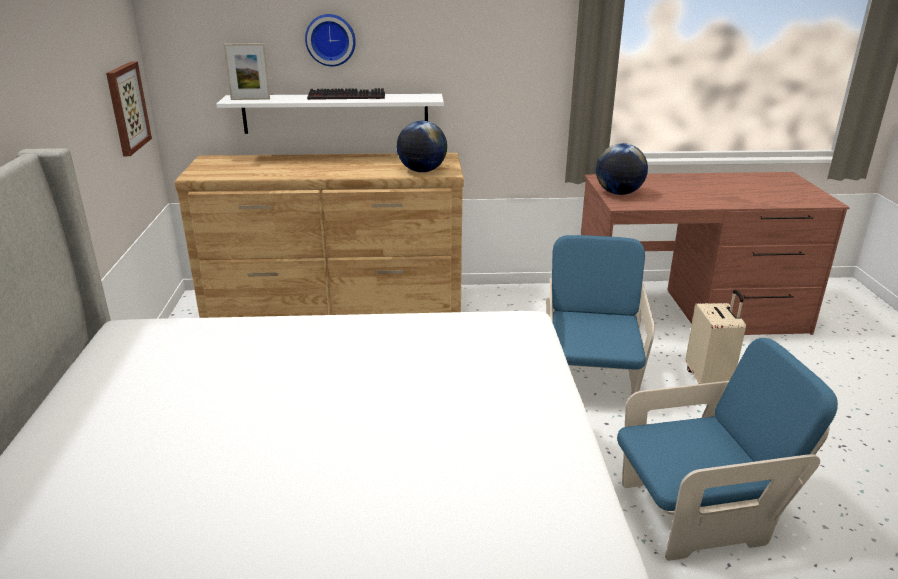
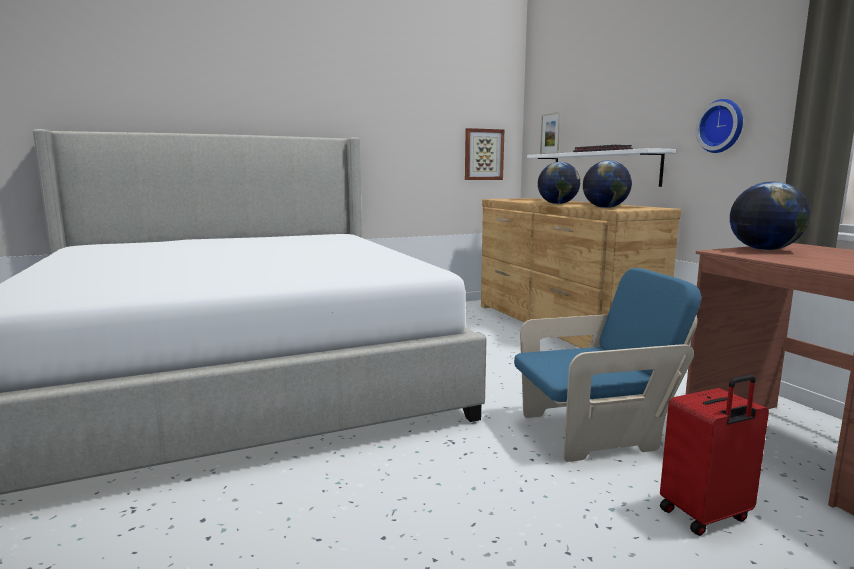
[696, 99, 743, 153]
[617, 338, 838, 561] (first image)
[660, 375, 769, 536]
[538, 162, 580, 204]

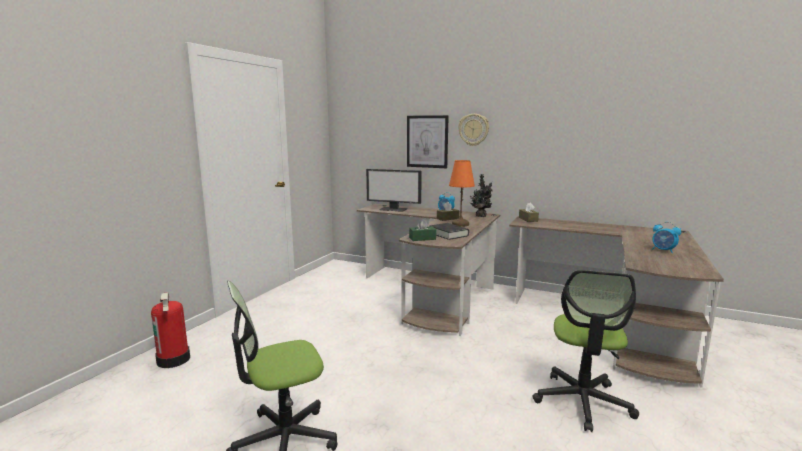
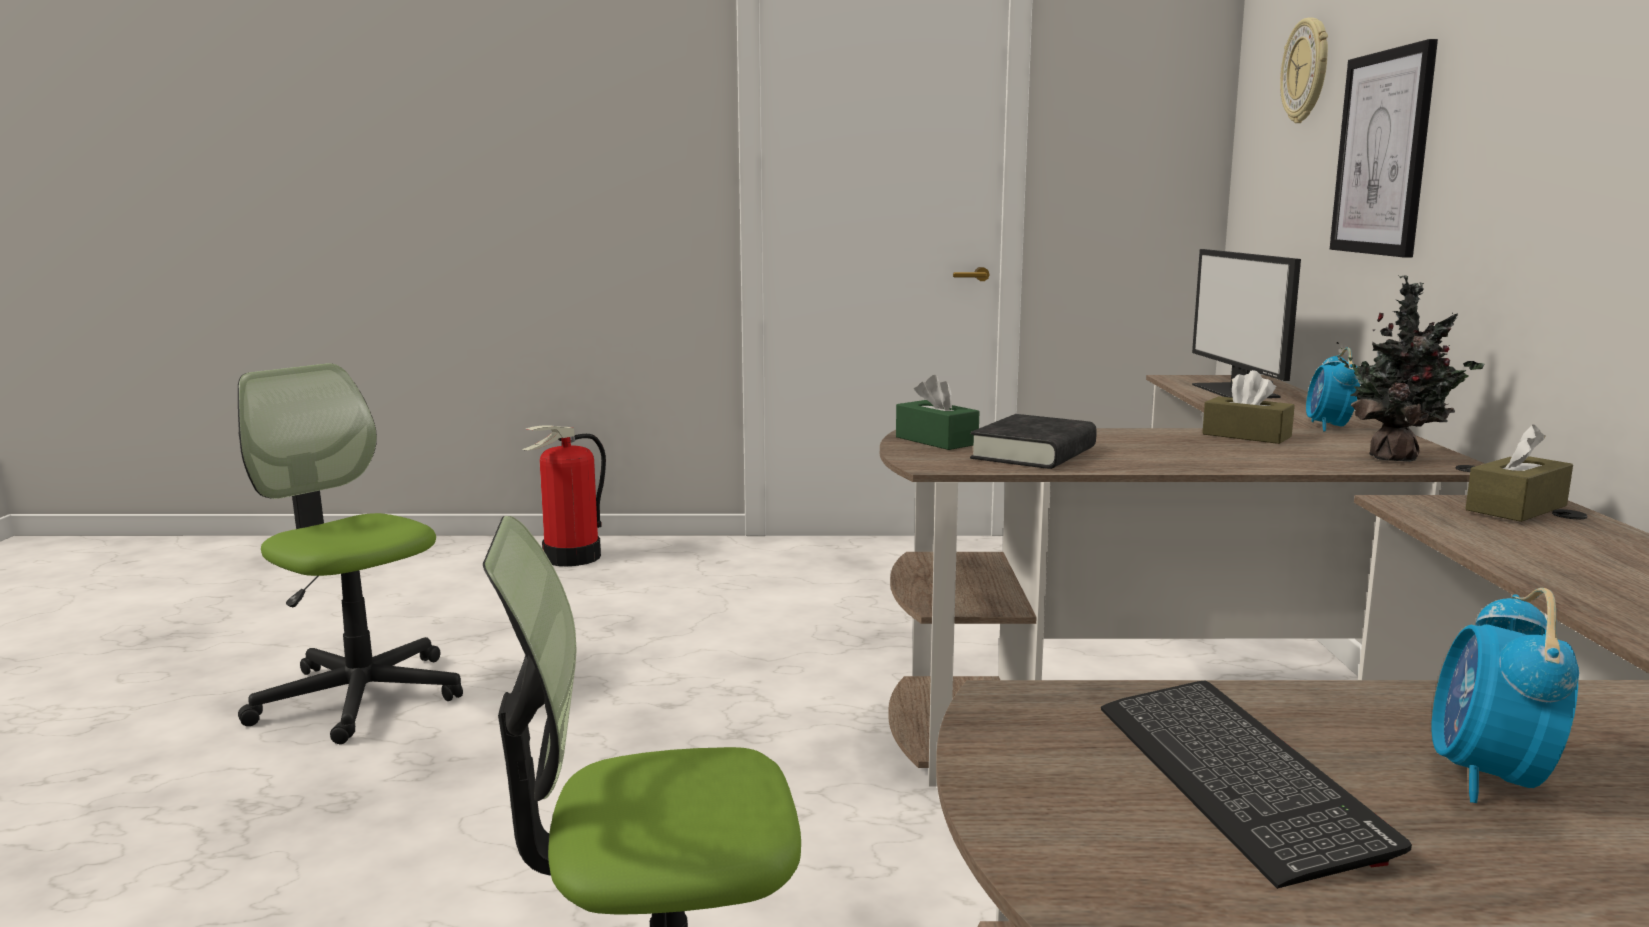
[449, 160, 475, 227] (first image)
[1280, 18, 1328, 123]
[1101, 681, 1412, 889]

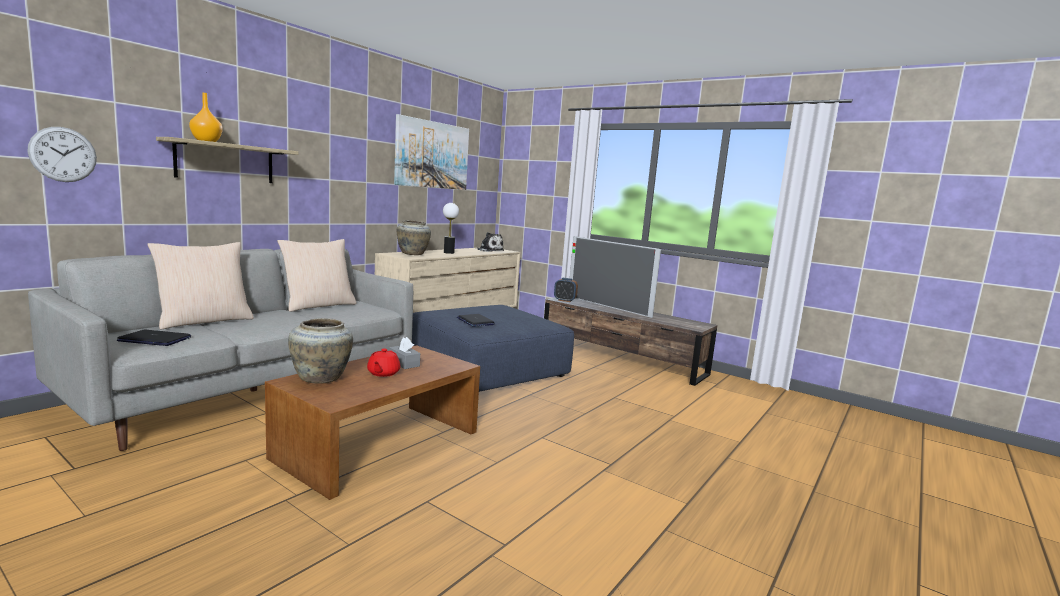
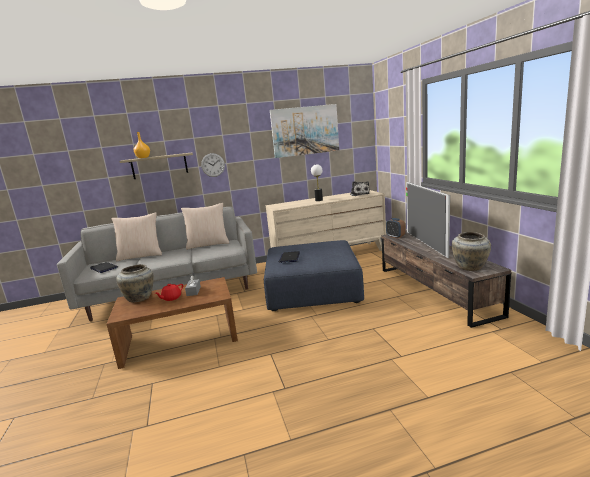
[201, 153, 225, 177]
[452, 232, 491, 271]

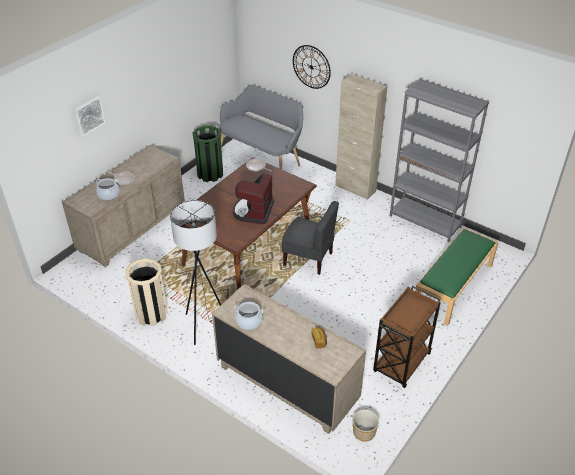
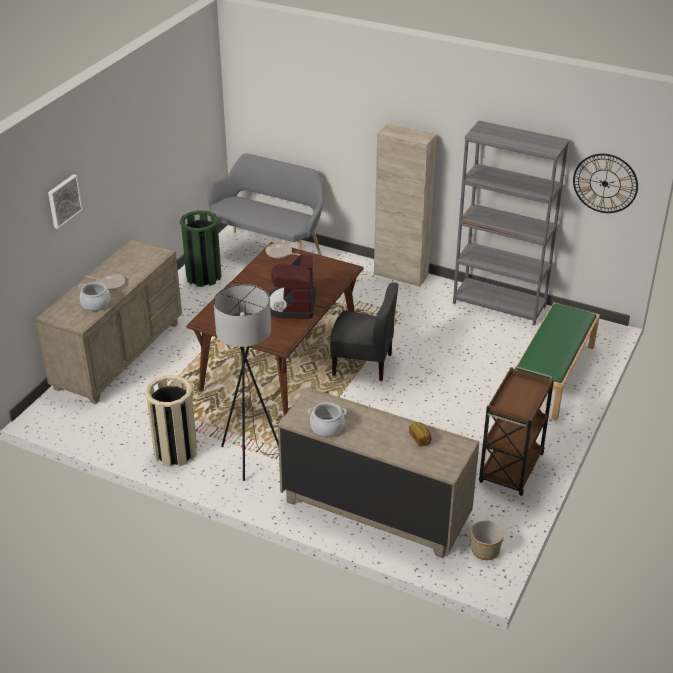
[573, 154, 638, 213]

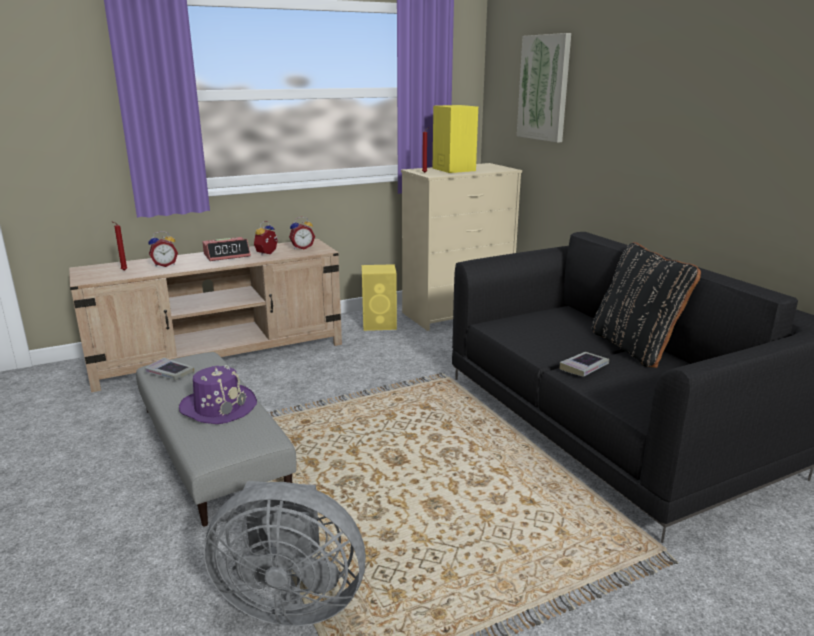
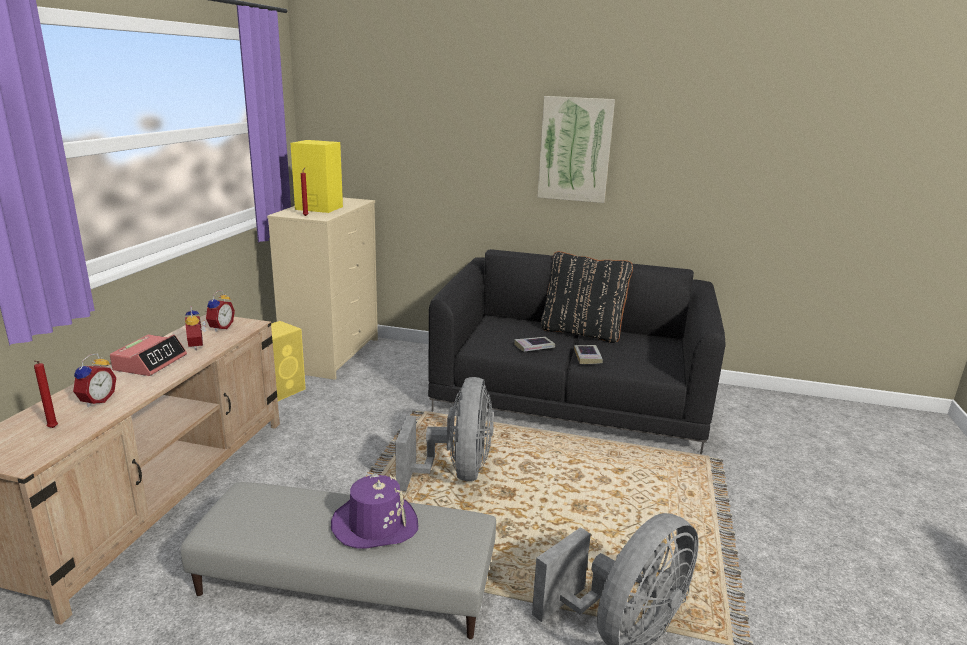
[514, 337, 555, 352]
[537, 96, 615, 203]
[395, 377, 494, 491]

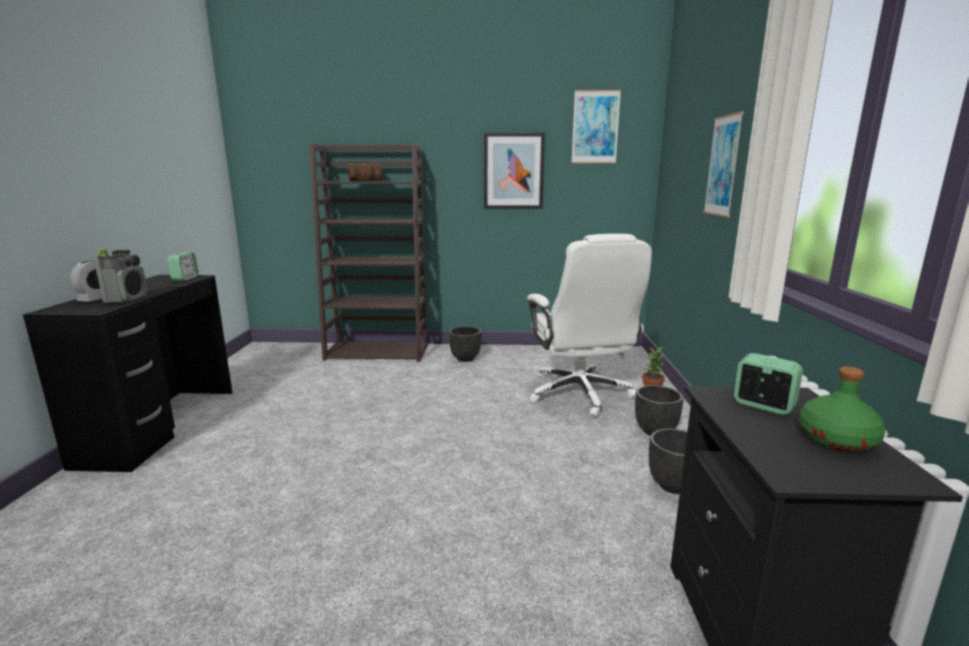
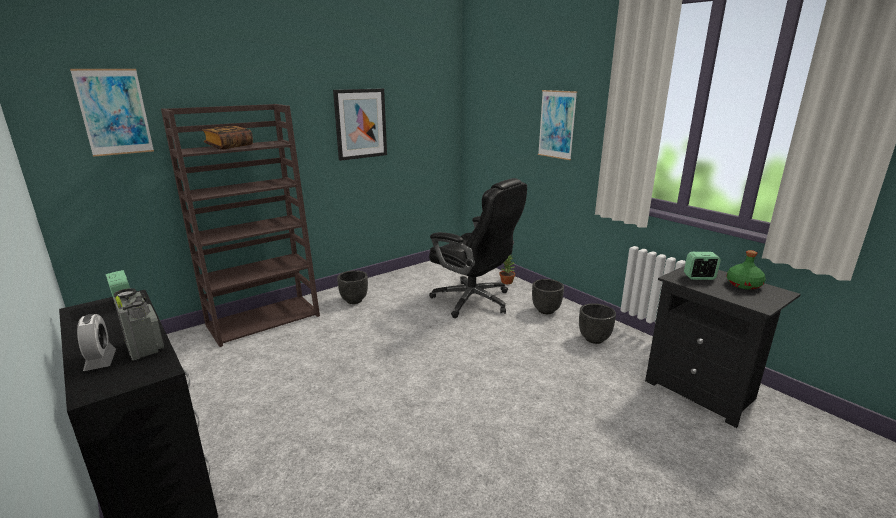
[429, 178, 527, 318]
[70, 69, 154, 157]

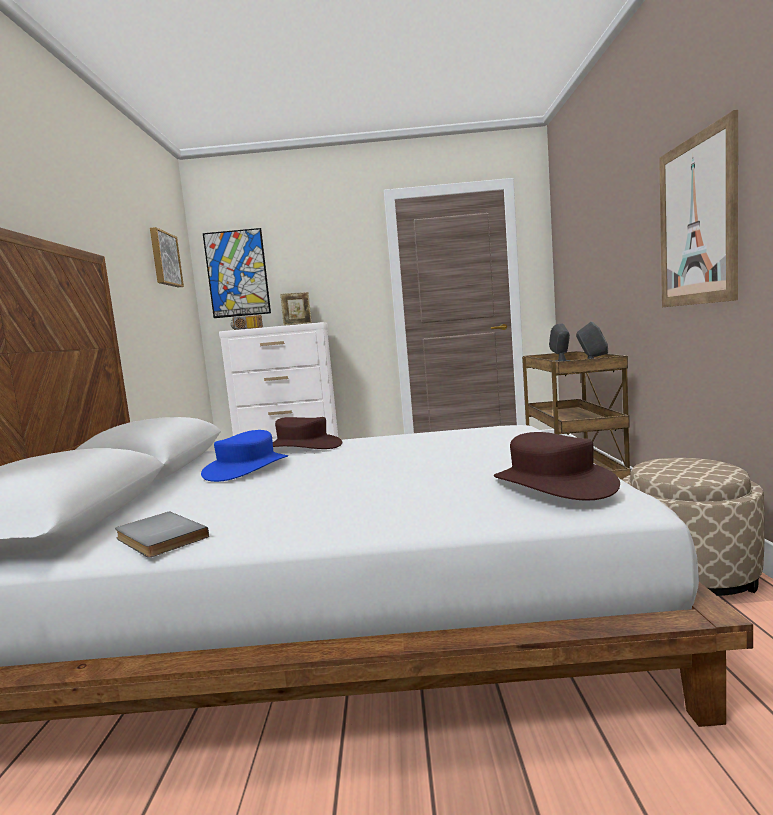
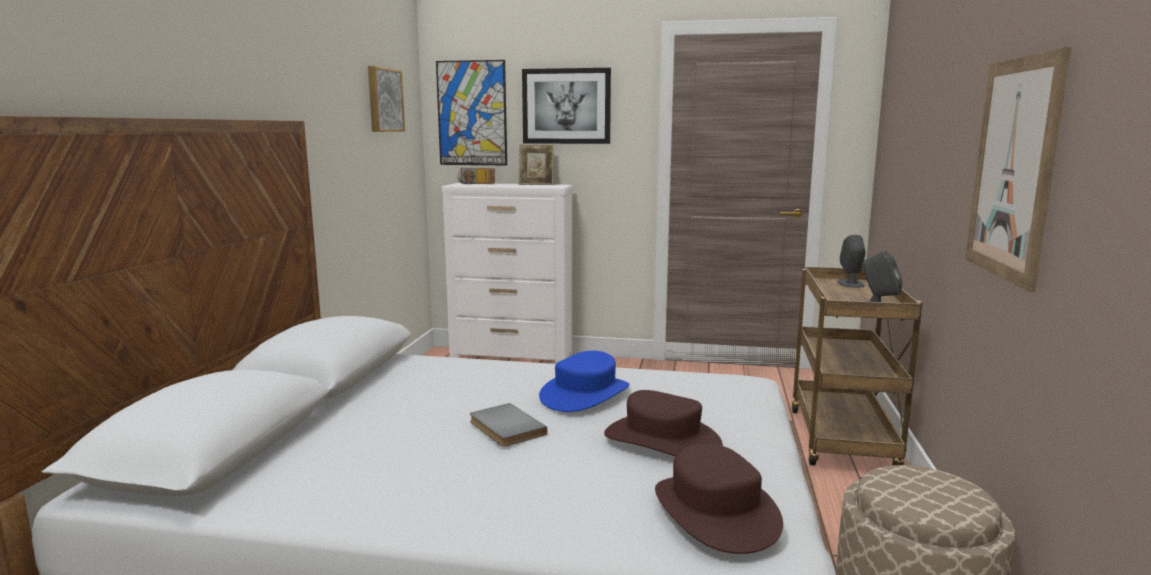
[470, 403, 547, 447]
[539, 351, 629, 412]
[604, 390, 723, 456]
[522, 68, 611, 144]

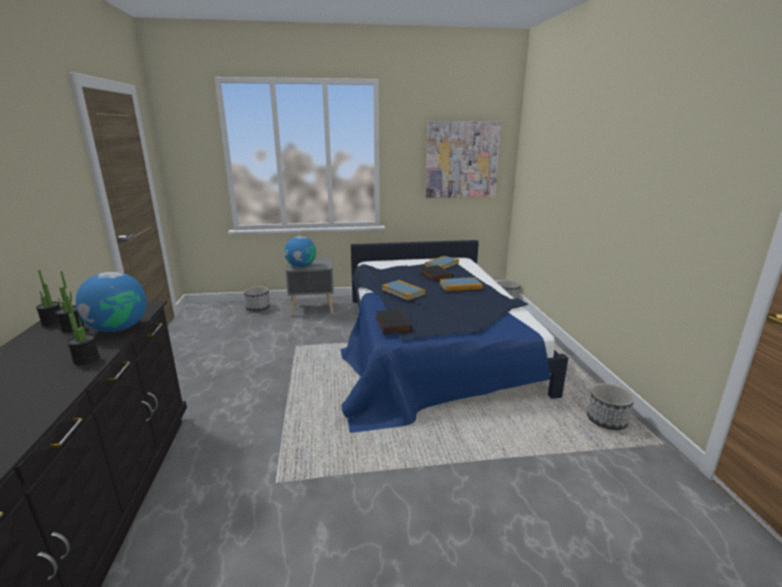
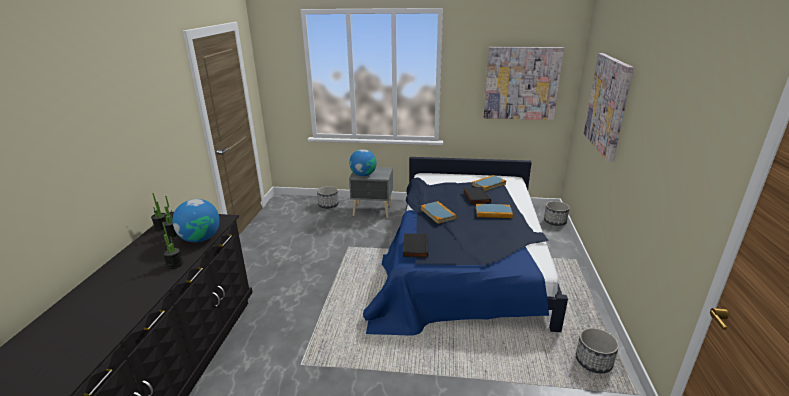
[584, 53, 634, 162]

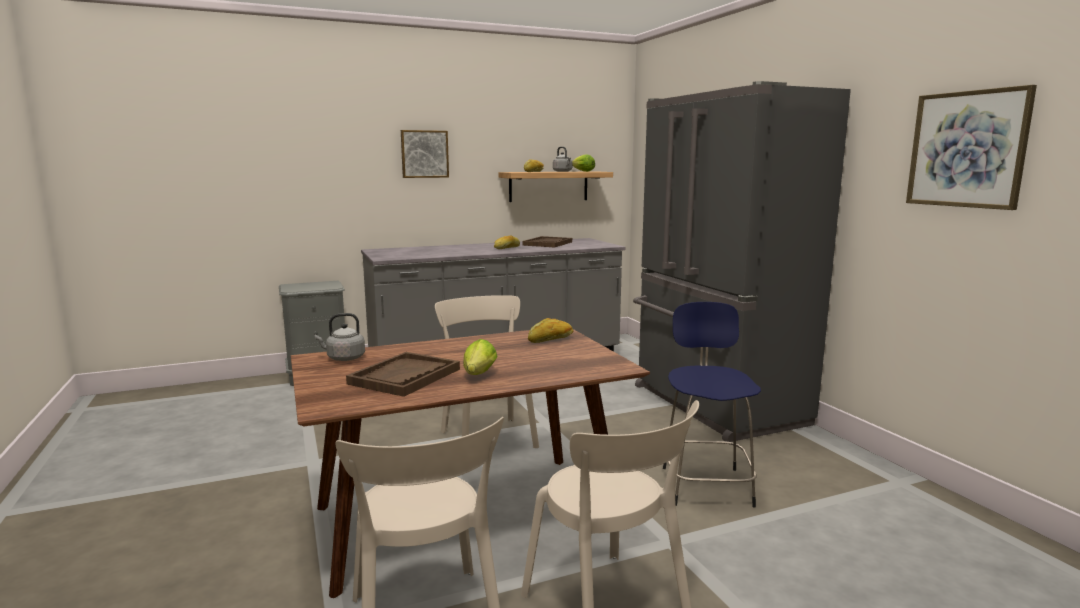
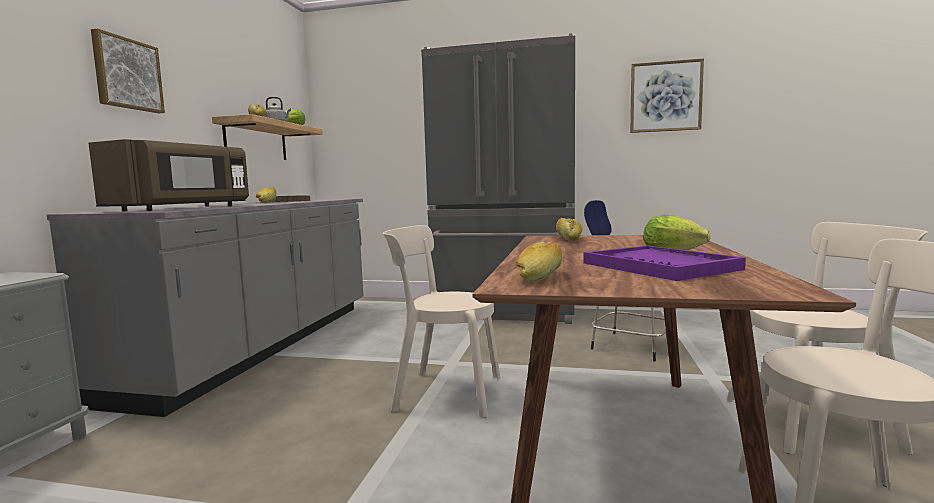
[516, 241, 562, 283]
[583, 245, 746, 281]
[88, 139, 249, 211]

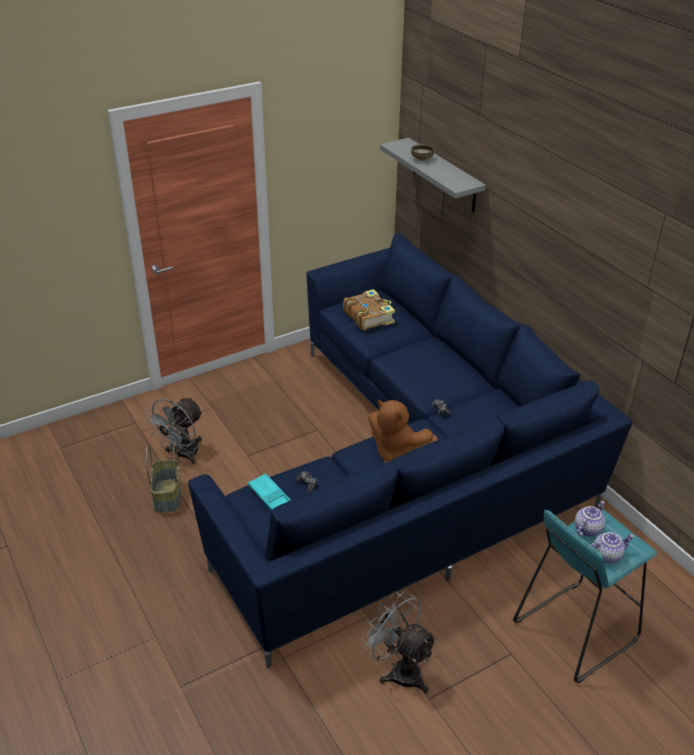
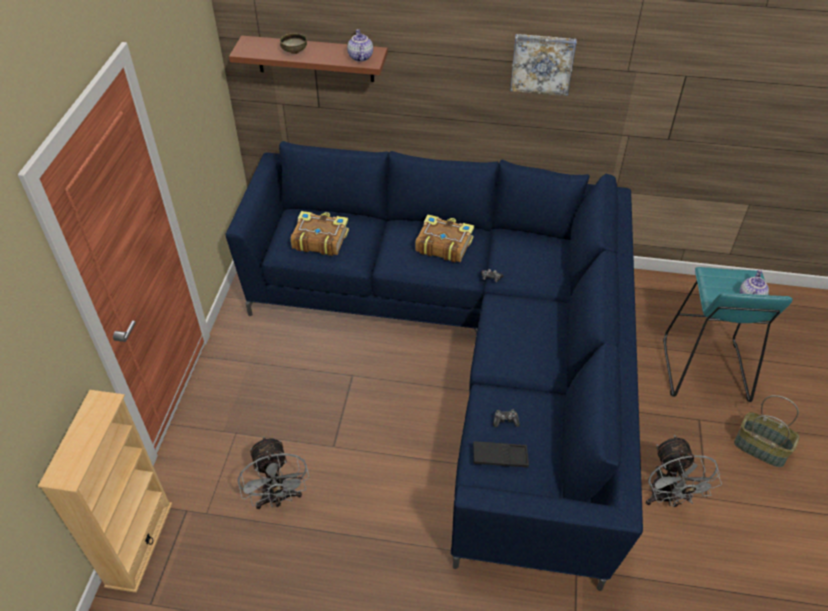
[734, 395, 800, 467]
[473, 441, 529, 468]
[646, 435, 722, 507]
[368, 399, 438, 463] (first image)
[229, 35, 388, 82]
[347, 29, 373, 62]
[38, 390, 172, 593]
[415, 215, 474, 262]
[510, 34, 577, 96]

